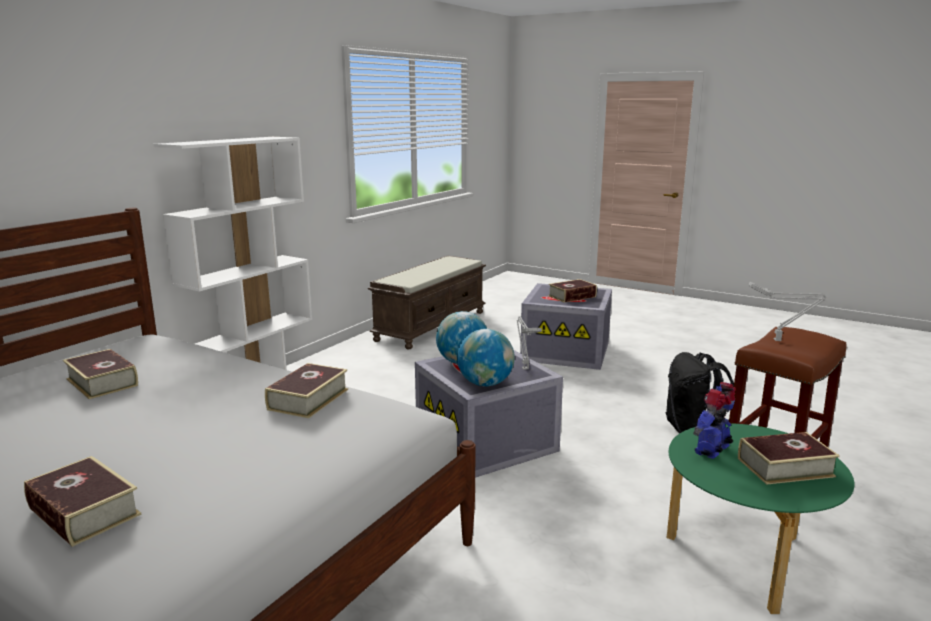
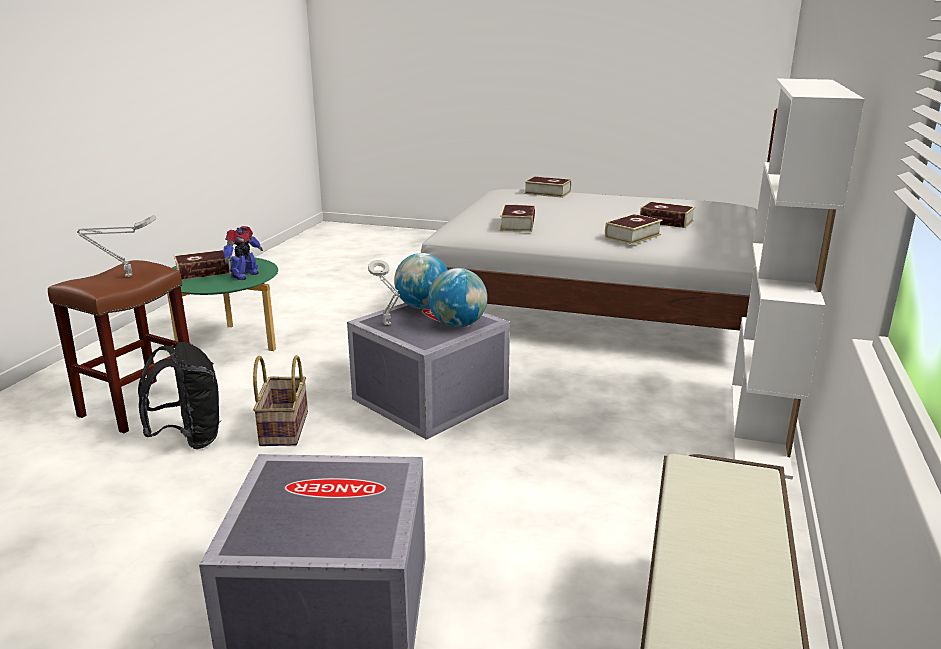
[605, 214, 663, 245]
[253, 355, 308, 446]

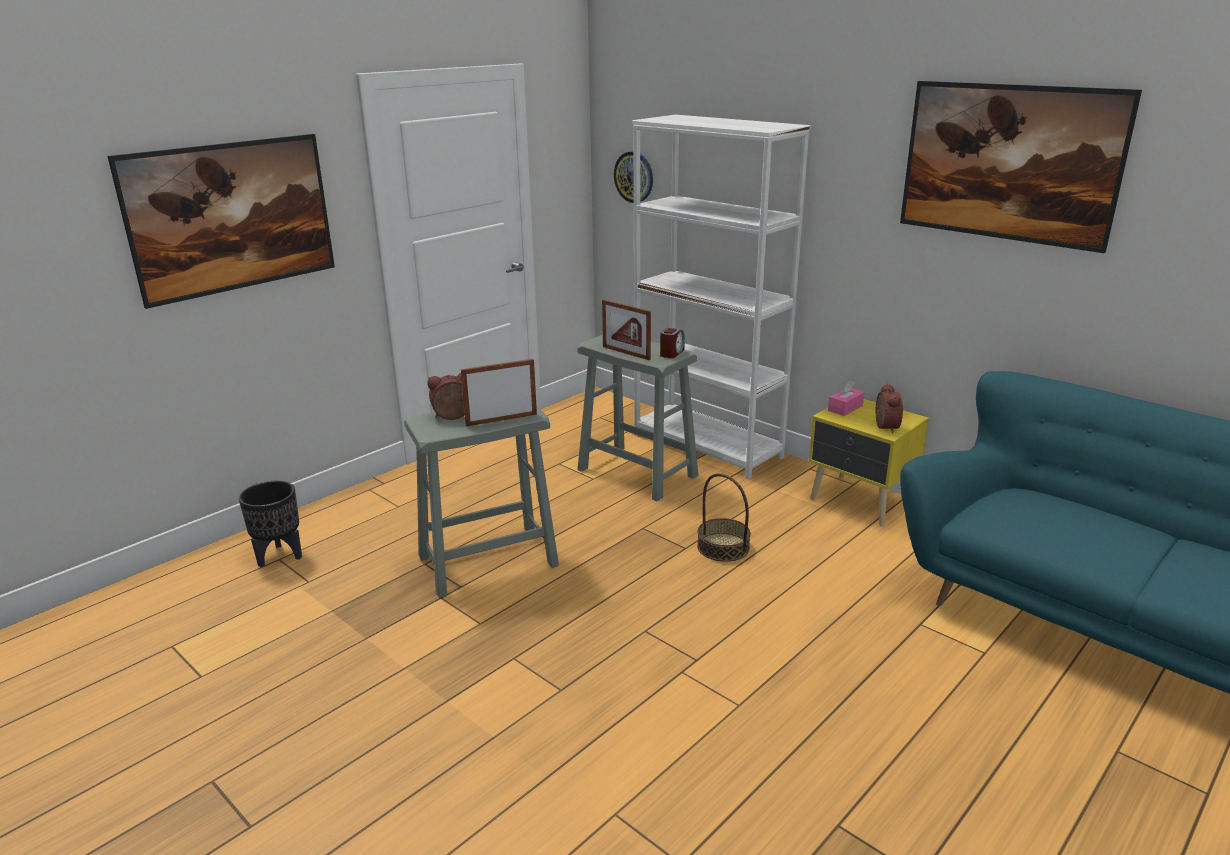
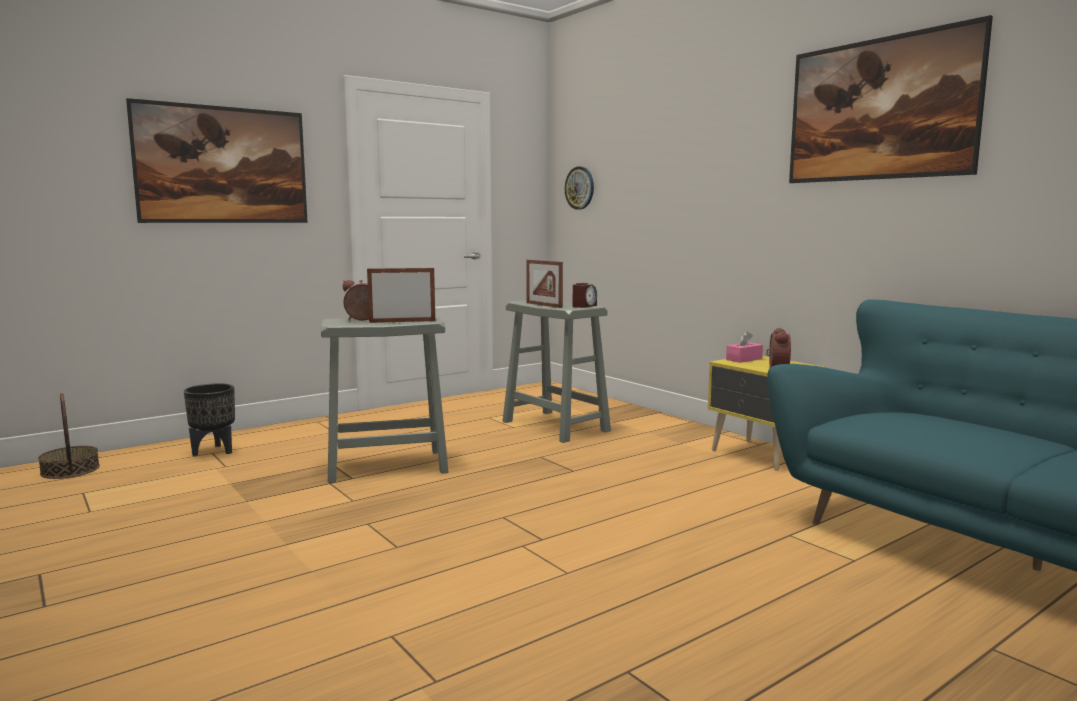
[633, 115, 811, 479] (first image)
[38, 393, 100, 479]

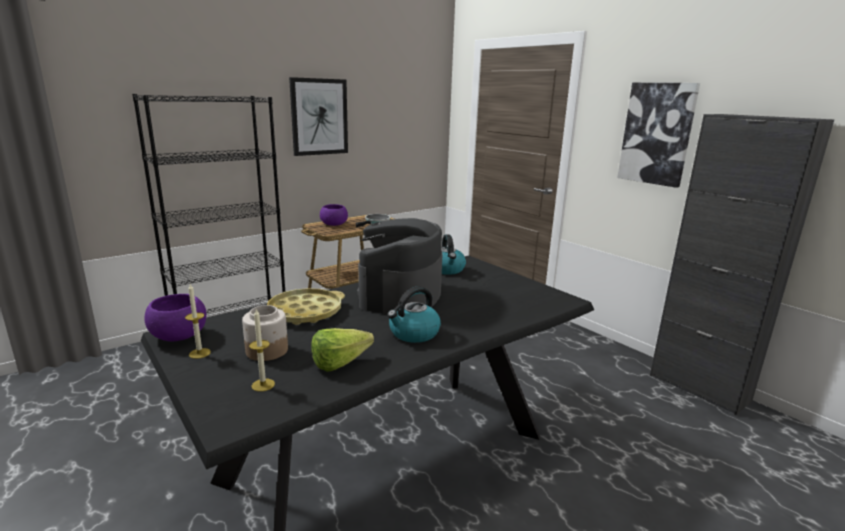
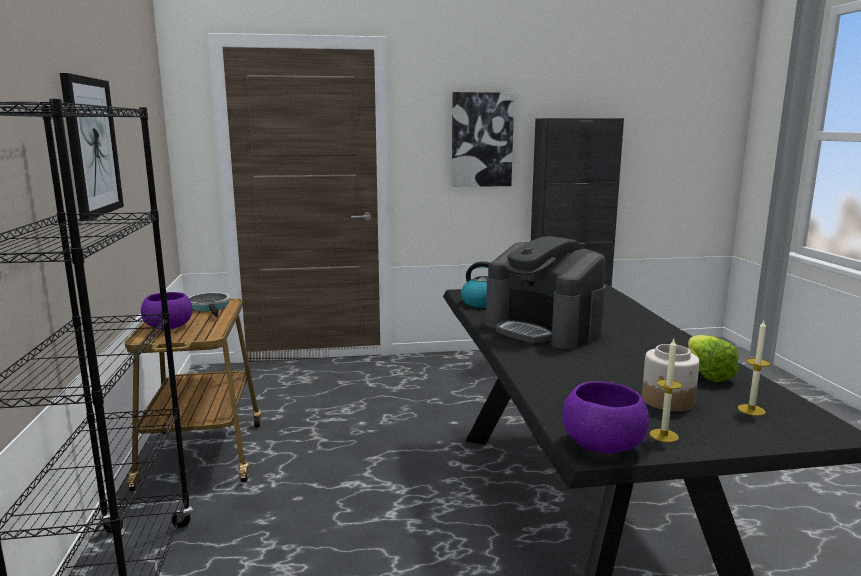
[267, 288, 345, 325] (first image)
[387, 287, 441, 343] (first image)

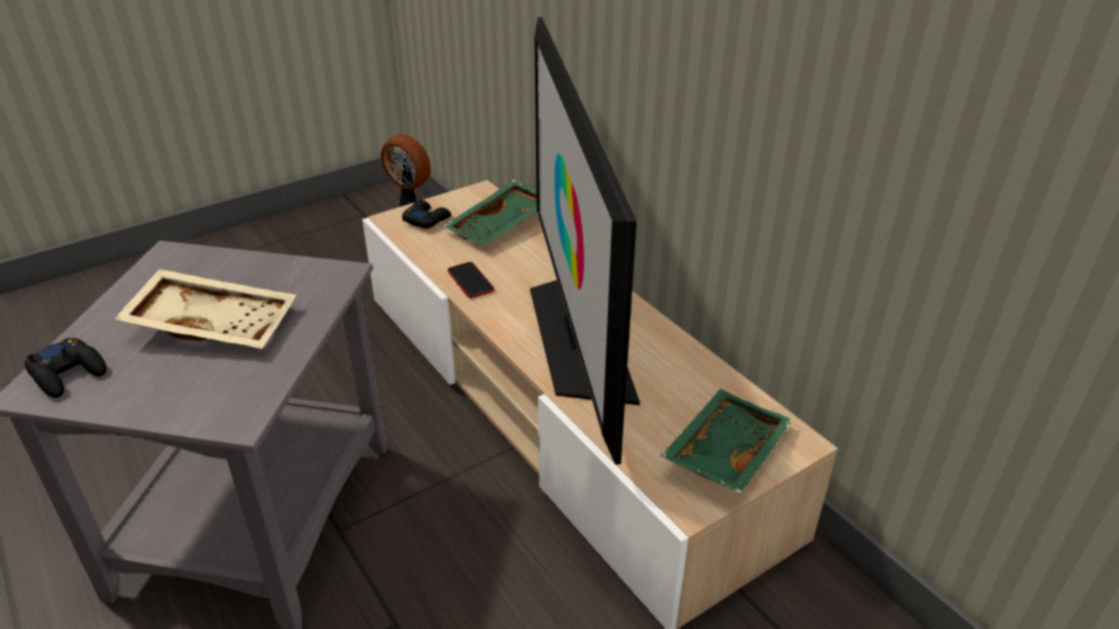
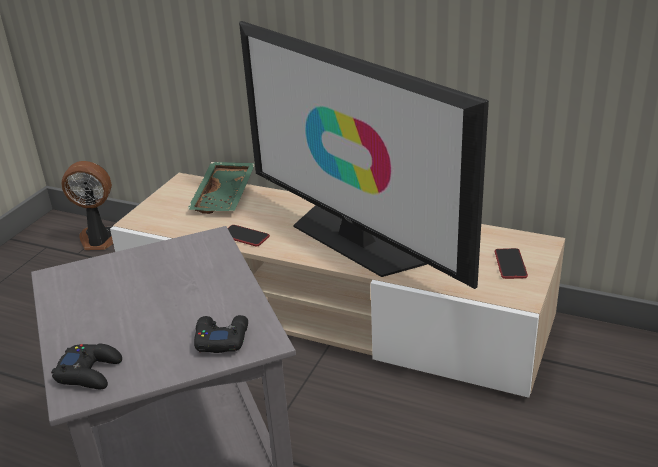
[115, 269, 296, 349] (first image)
[194, 315, 248, 353]
[495, 248, 528, 279]

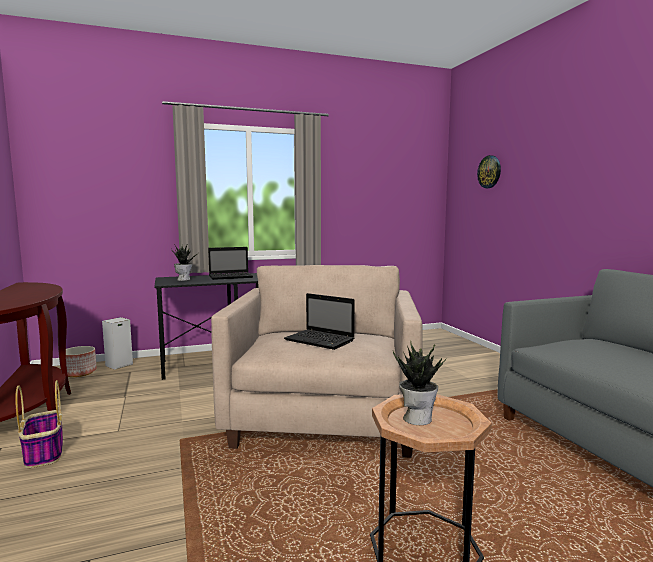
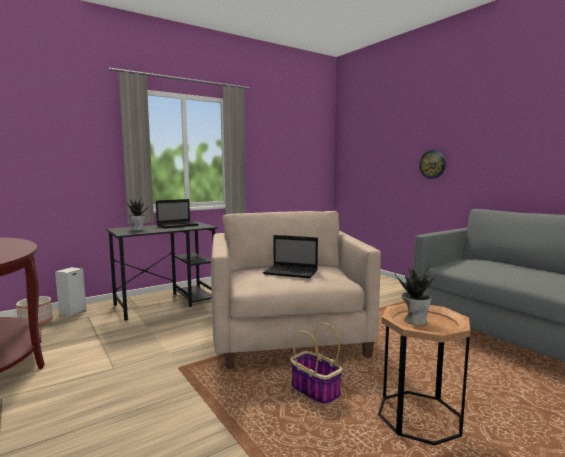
[290, 323, 342, 405]
[419, 150, 446, 179]

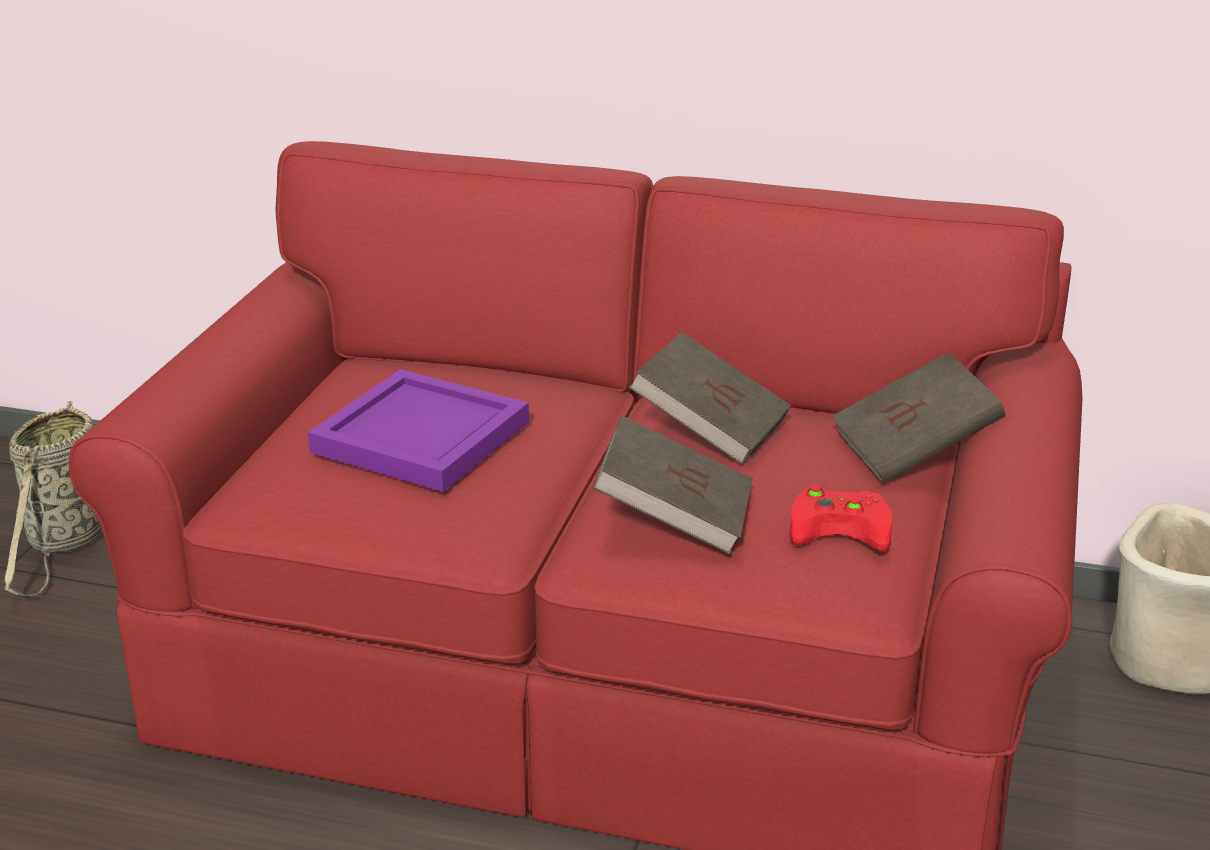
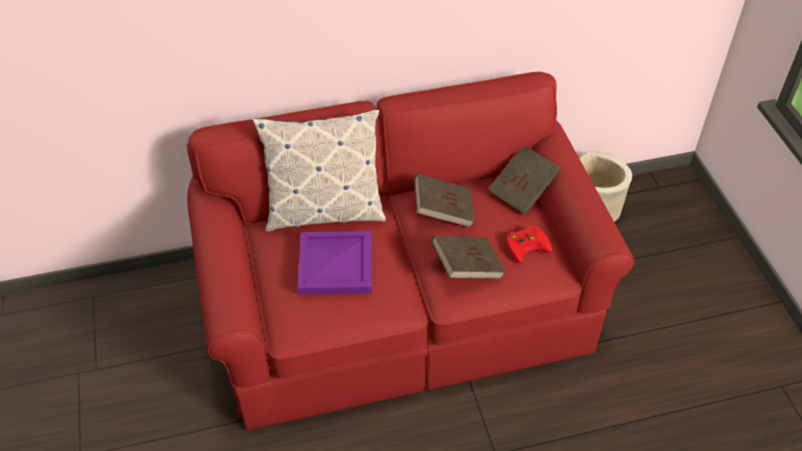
[4, 401, 102, 596] (first image)
[253, 109, 386, 231]

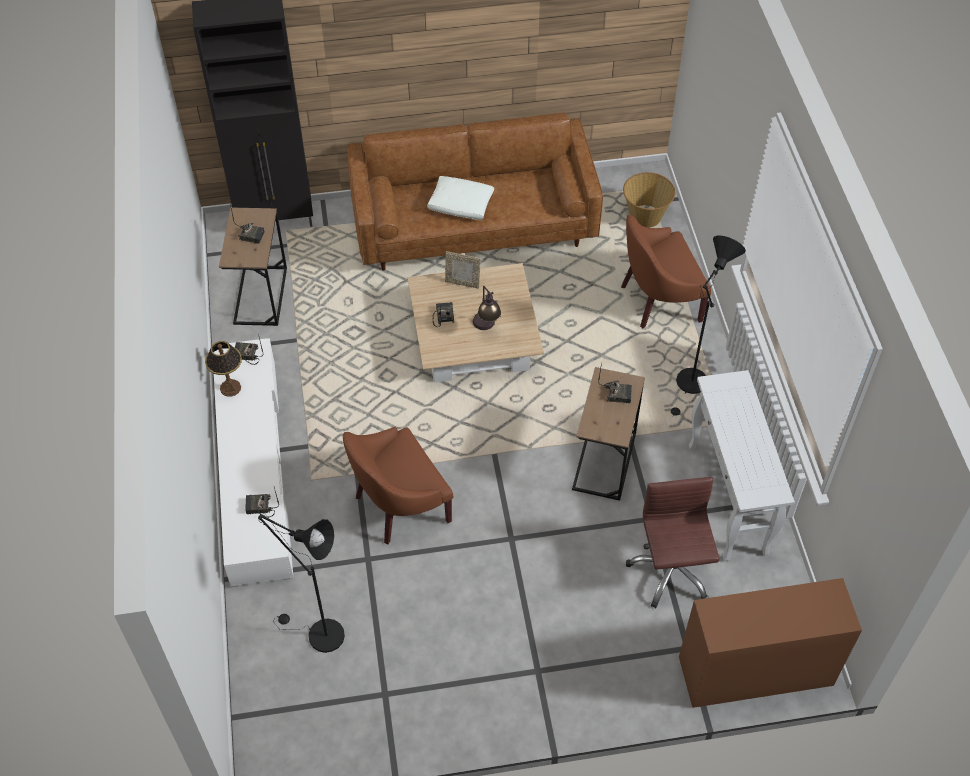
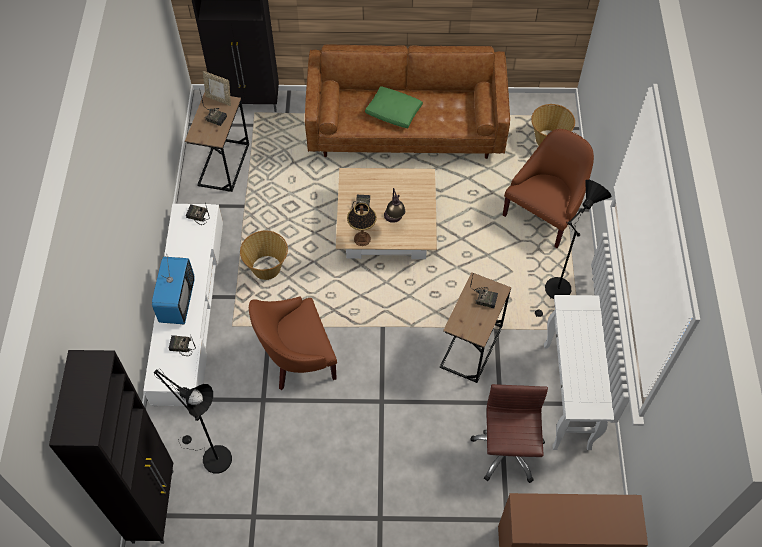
[347, 203, 377, 246]
[365, 86, 423, 128]
[203, 71, 231, 106]
[503, 129, 594, 248]
[49, 350, 173, 544]
[152, 257, 195, 324]
[240, 231, 288, 280]

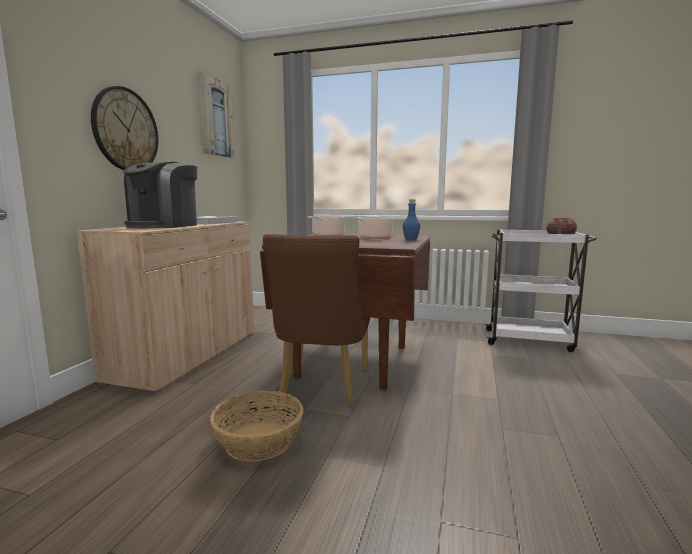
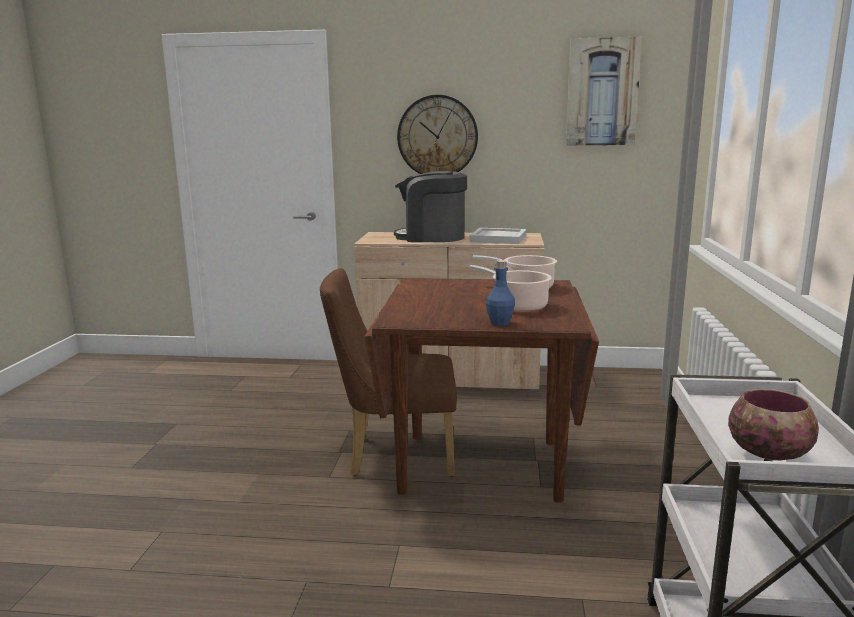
[210, 391, 304, 462] (first image)

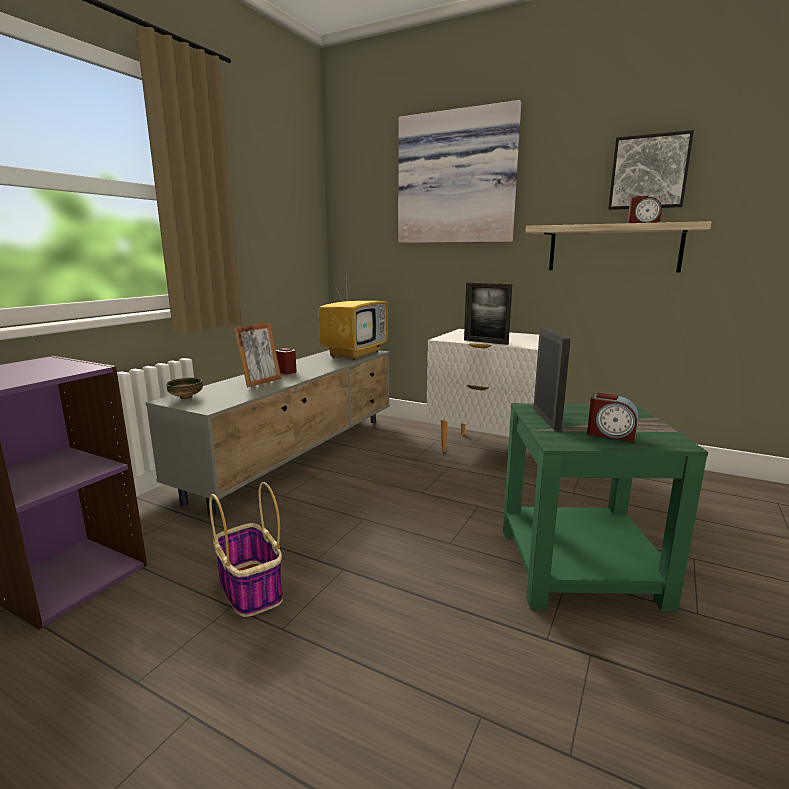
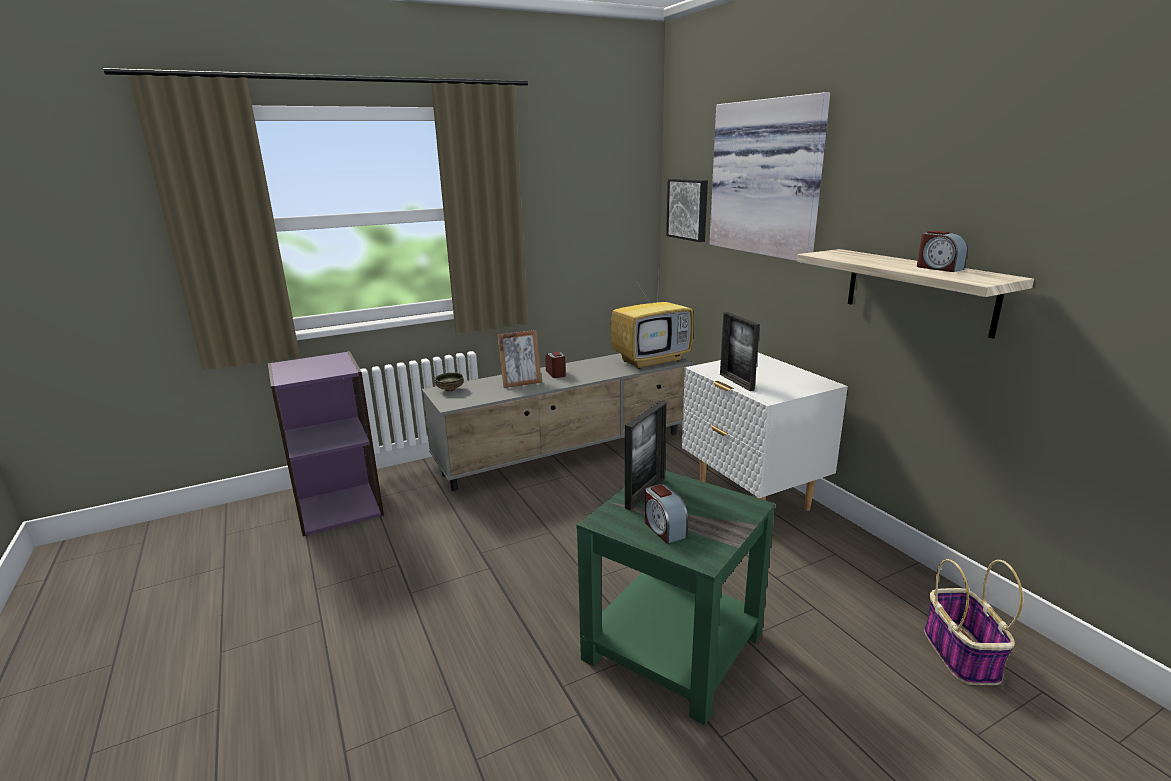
[924, 559, 1023, 685]
[666, 179, 708, 242]

